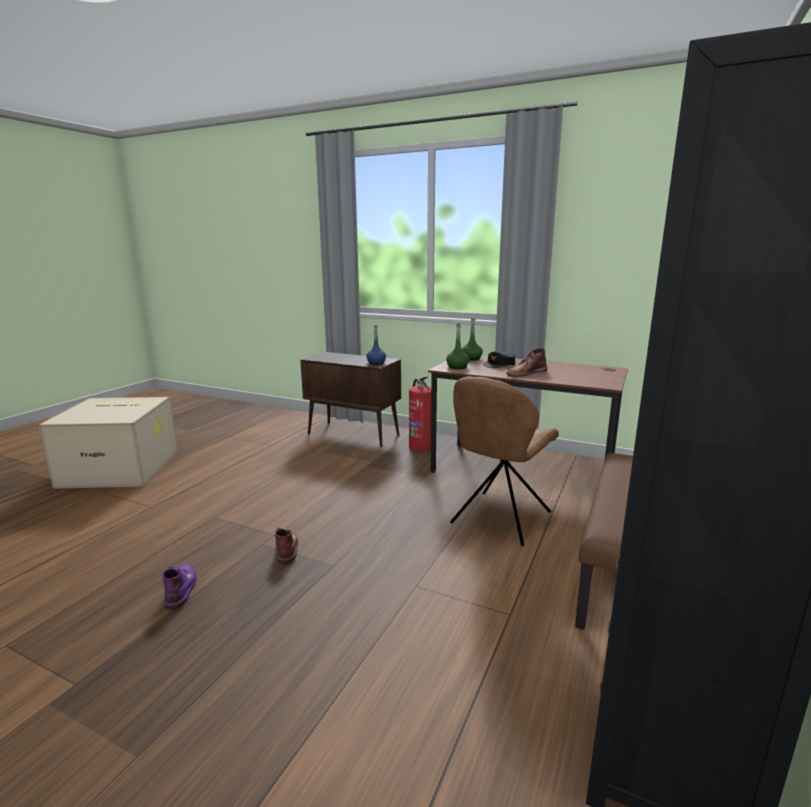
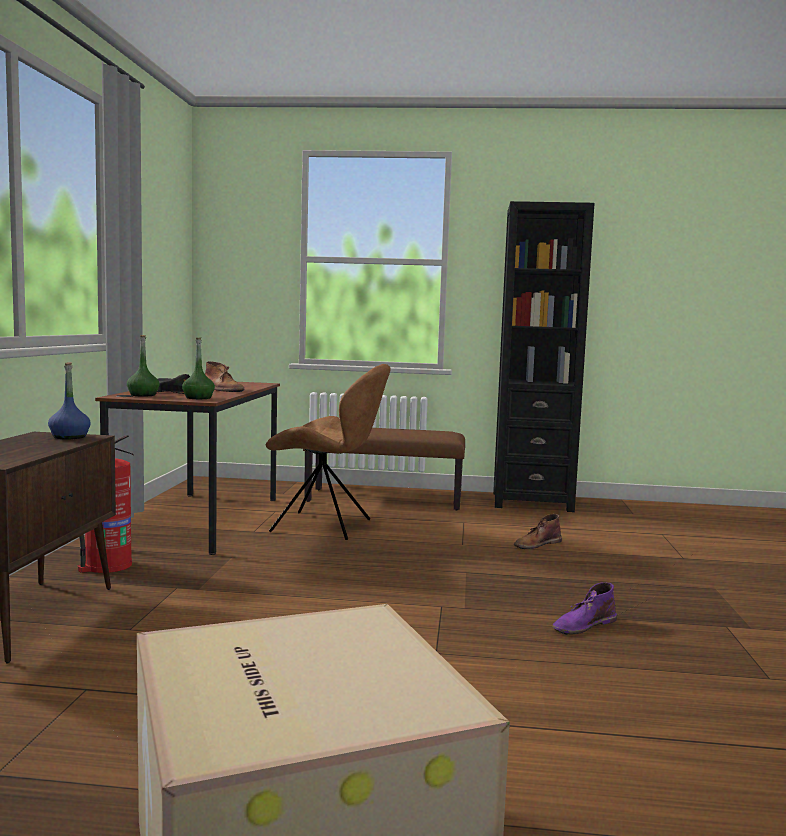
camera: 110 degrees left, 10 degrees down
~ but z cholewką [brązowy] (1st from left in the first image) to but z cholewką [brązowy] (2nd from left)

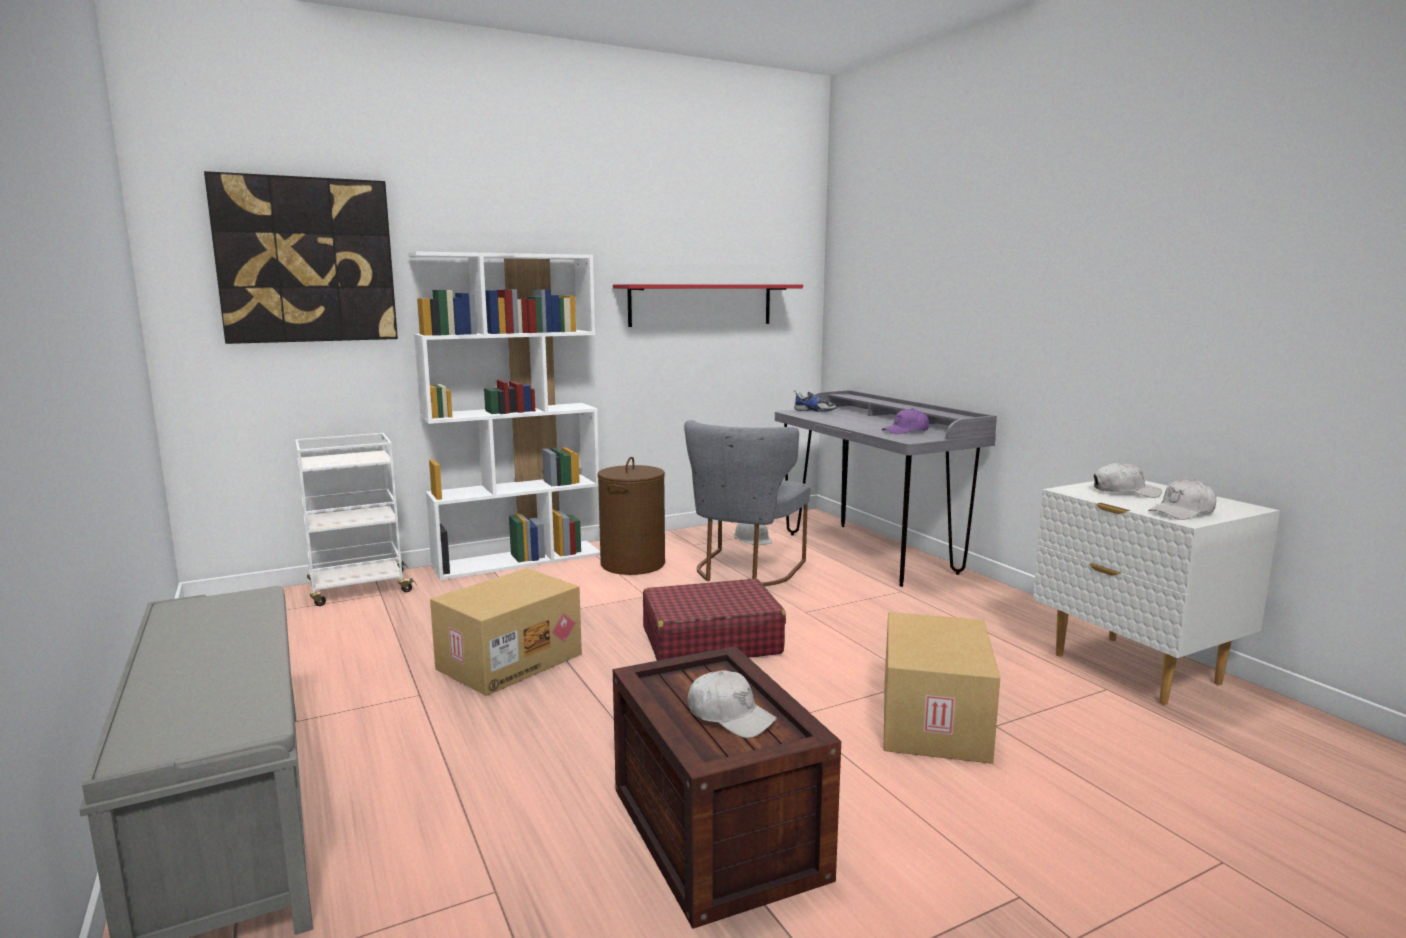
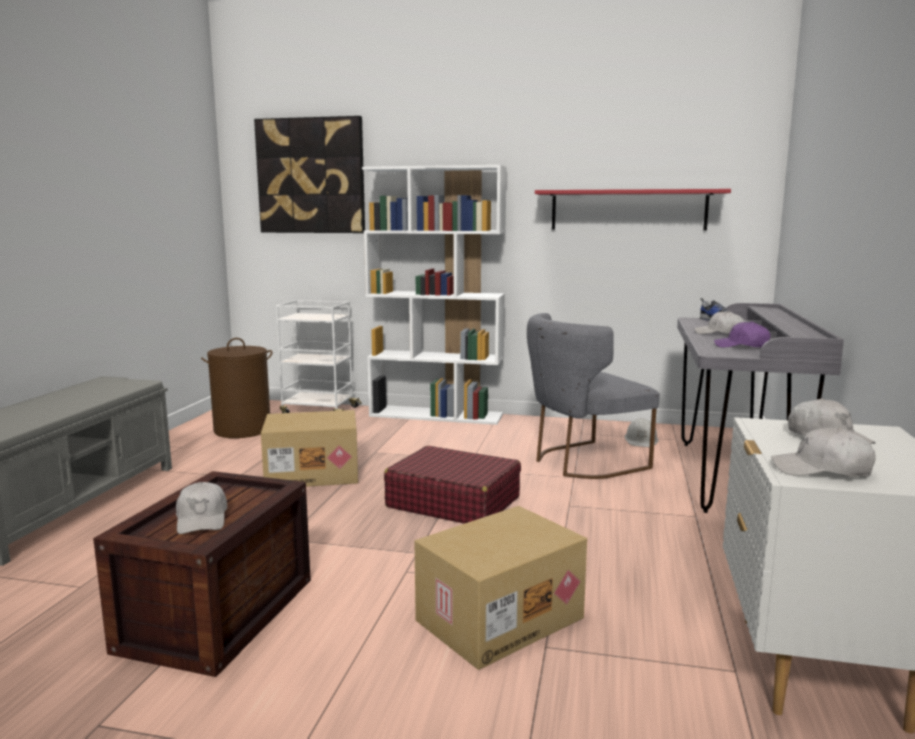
camera: 40 degrees right, 0 degrees up
+ czapka z daszkiem [biały] (2nd from left)
~ kosz na pranie [brązowy]

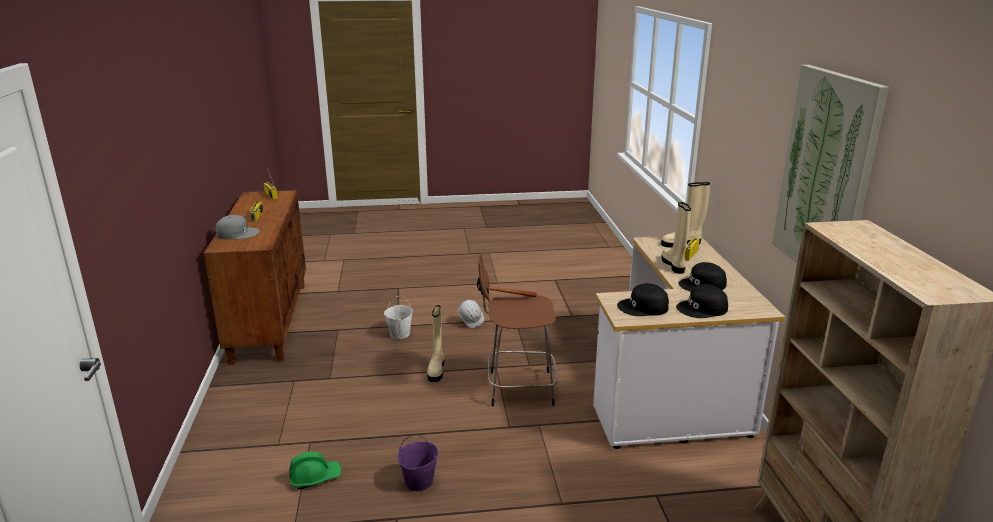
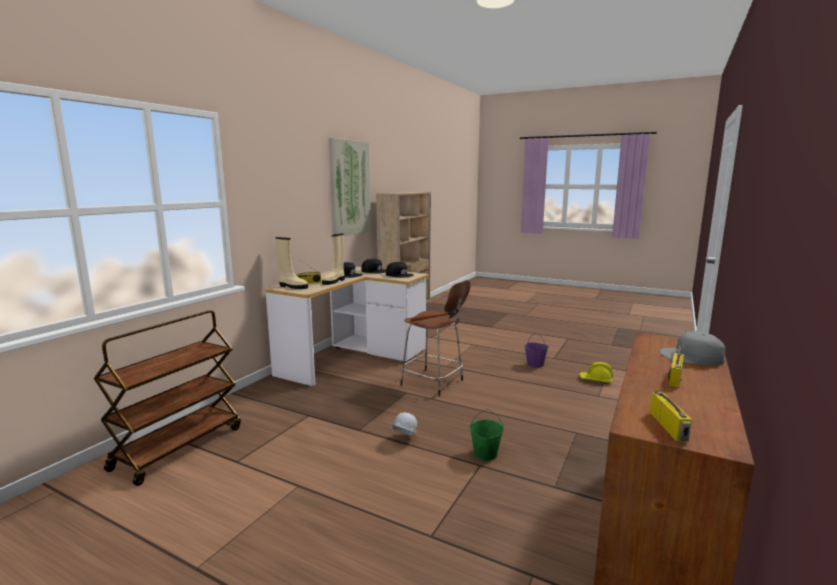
camera: 145 degrees left, 10 degrees down
- but z cholewką [beżowy] (1st from left)
+ wózek [brązowy]
~ kask [zielony] to kask [żółty]
~ wiadro [biały] to wiadro [zielony]

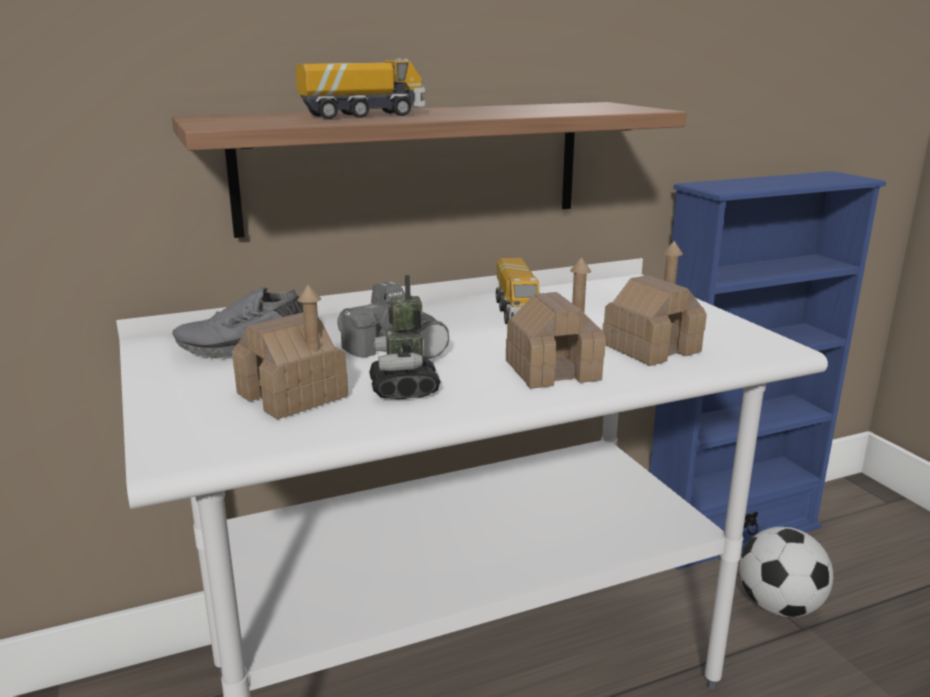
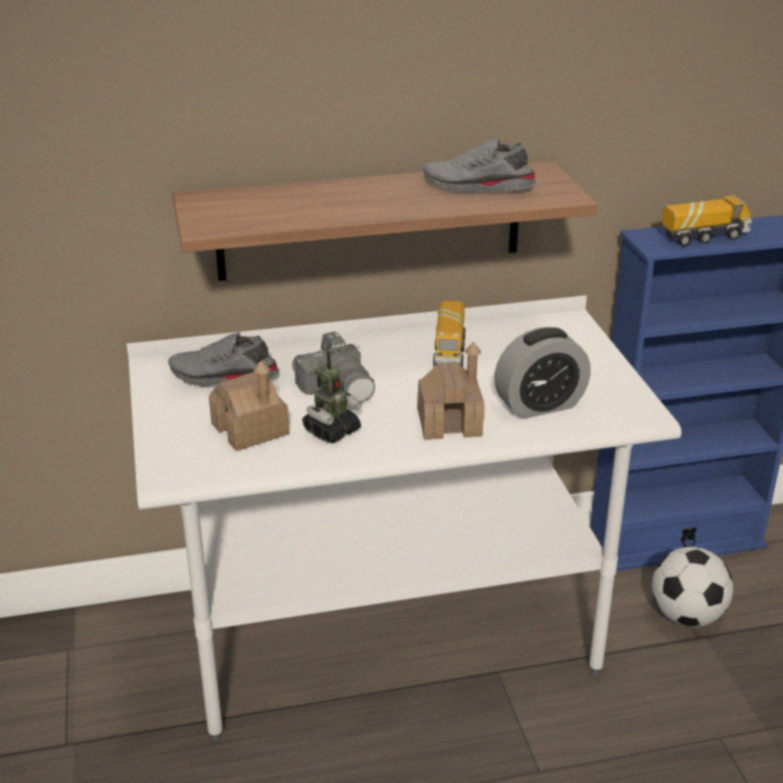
camera: 10 degrees right, 10 degrees up
+ but [szary] (2nd from left)
~ ciężarówka zabawkowa (1st from left in the first image) to ciężarówka zabawkowa (2nd from left)
~ domek (3rd from left) to budzik
~ robot zabawkowy 135 degrees counterclockwise

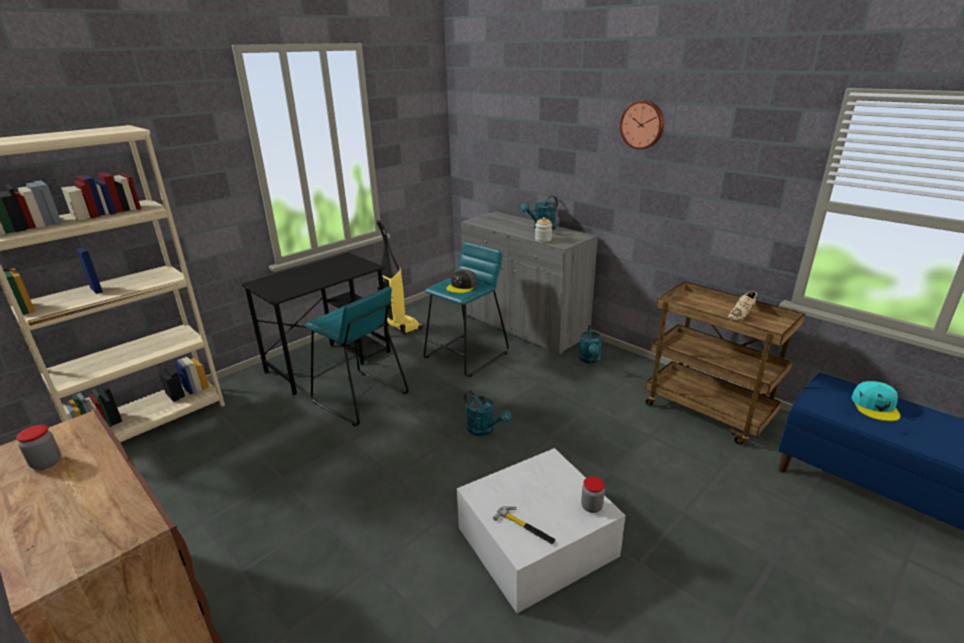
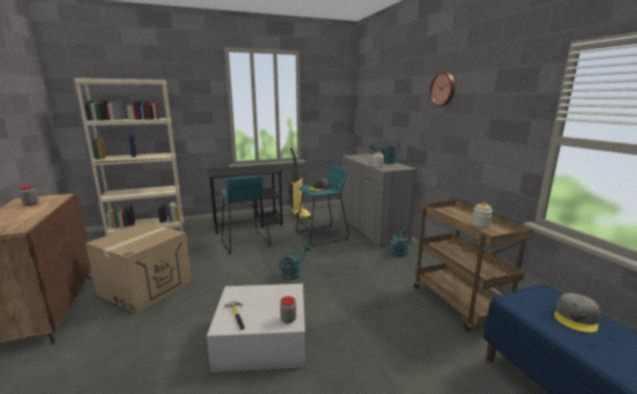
camera: 25 degrees right, 10 degrees down
+ karton
~ but [beżowy] to słoik (4th from left)
~ czapka z daszkiem [turkusowy] to czapka z daszkiem [szary] (2nd from left)
~ konewka [turkusowy] (1st from left) 120 degrees counterclockwise

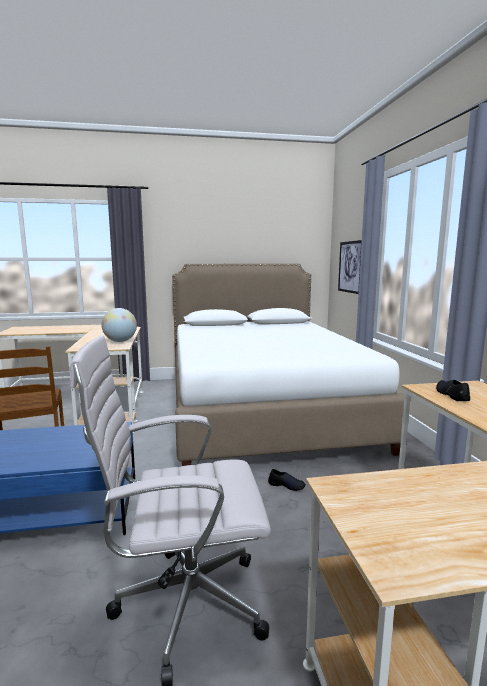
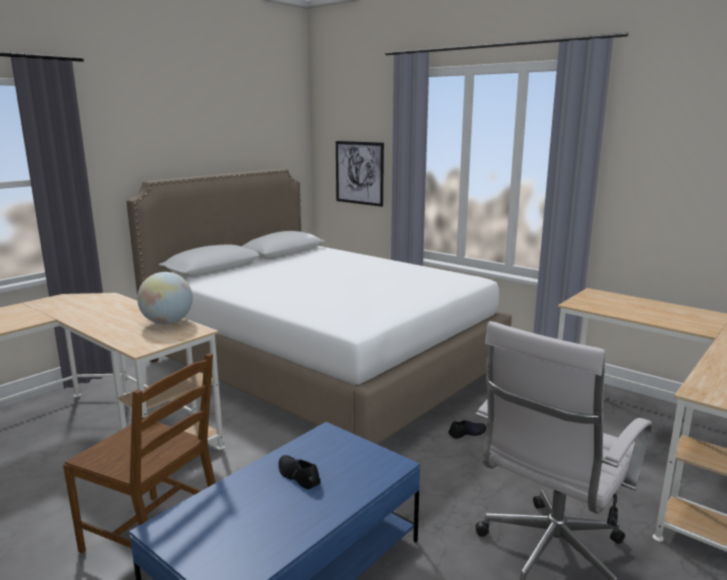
camera: 40 degrees left, 5 degrees up
~ but [czarny] (2nd from left in the first image) to but [czarny] (1st from left)

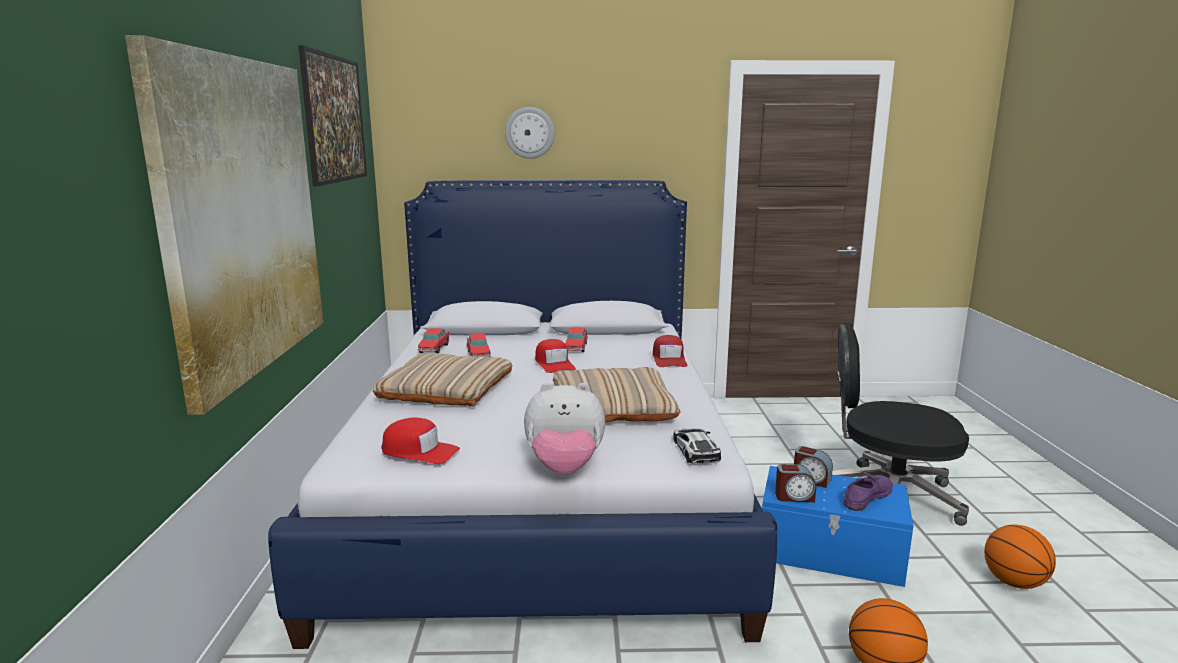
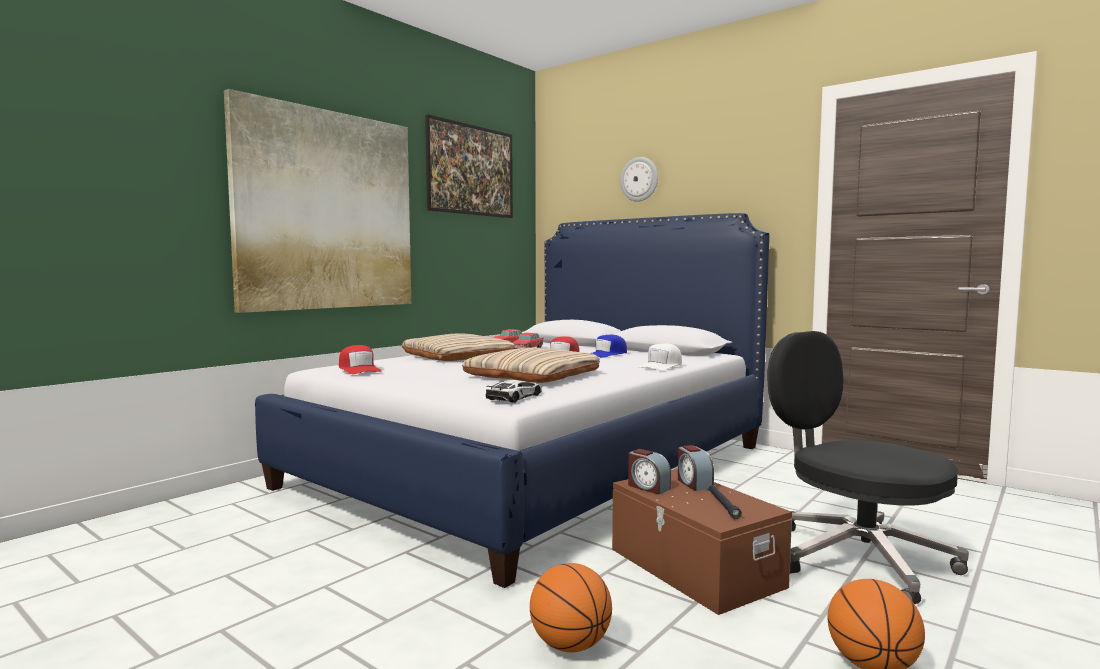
camera: 40 degrees right, 10 degrees down
- pluszak
~ samochodzik (3rd from left) to czapka z daszkiem [niebieski]
~ but [fioletowy] to latarka [czarny]
~ czapka z daszkiem [czerwony] (3rd from left) to czapka z daszkiem [biały]
~ pojemnik do przechowywania [niebieski] to pojemnik do przechowywania [brązowy]

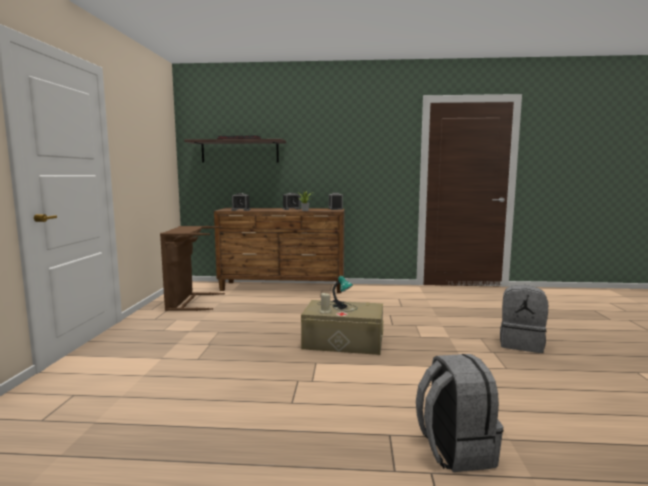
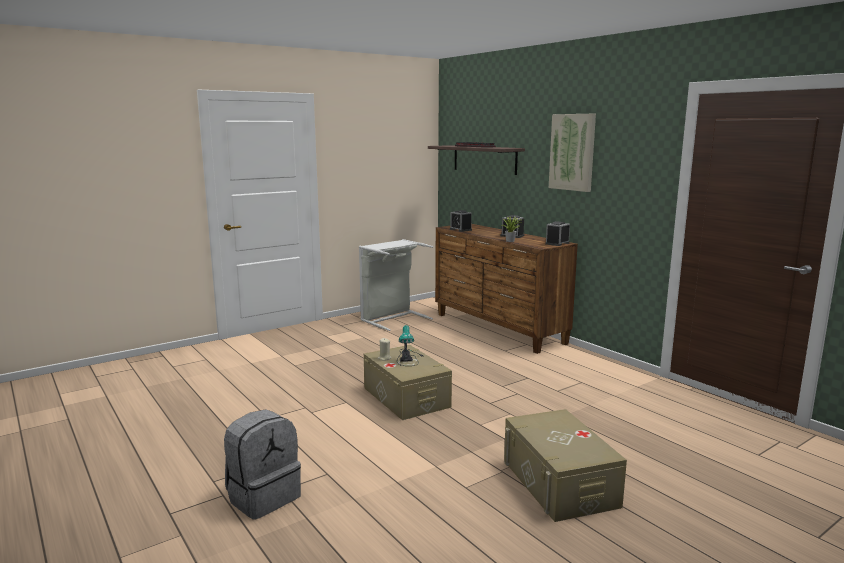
camera: 50 degrees right, 5 degrees up
+ obraz
~ plecak [szary] (2nd from left) to pojemnik do przechowywania [beżowy] (2nd from left)
~ kosz na pranie [brązowy] to kosz na pranie [szary]

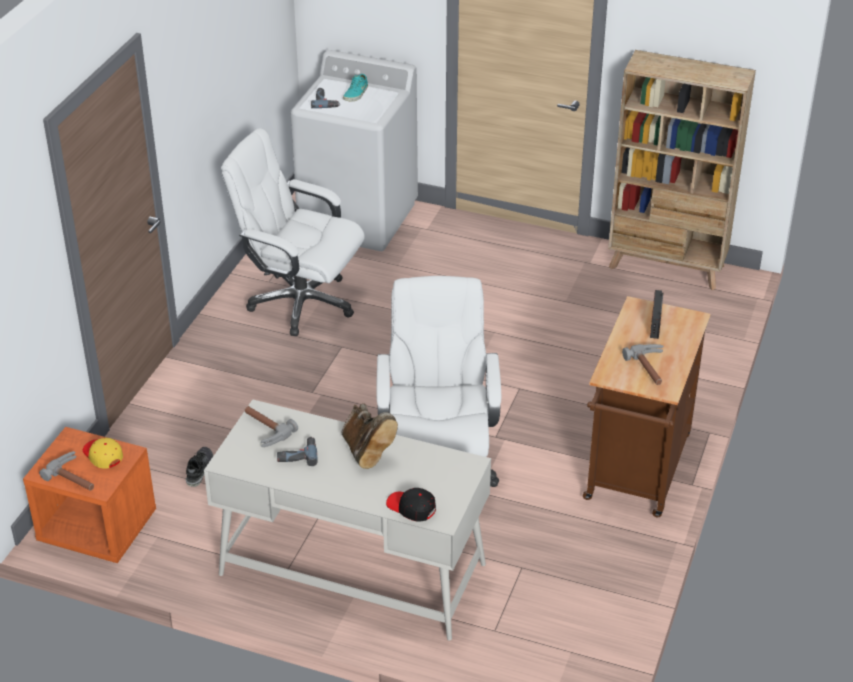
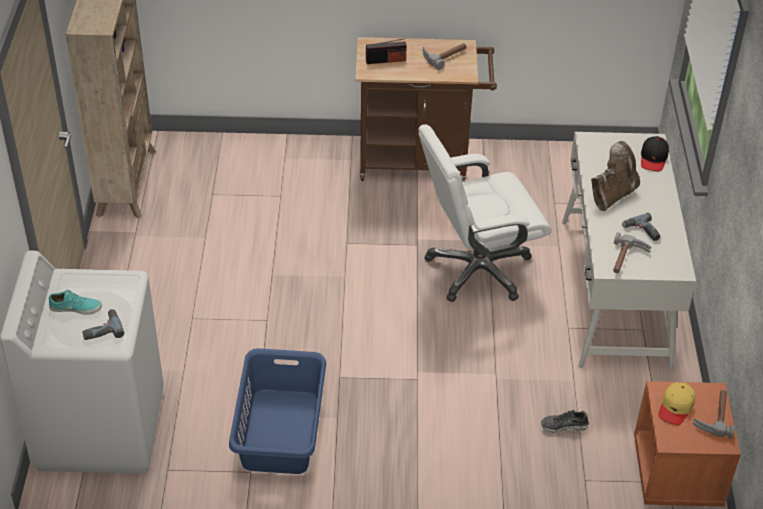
camera: 110 degrees left, 5 degrees up
~ krzesło biurowe [biały] (1st from left) to kosz na pranie [niebieski]

